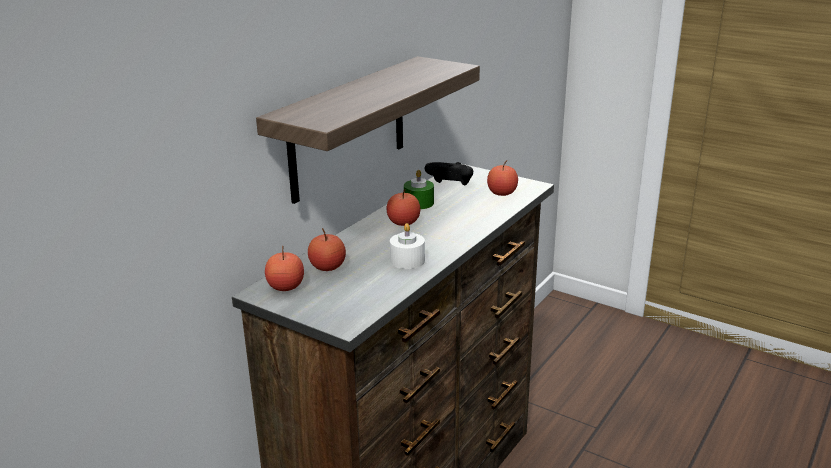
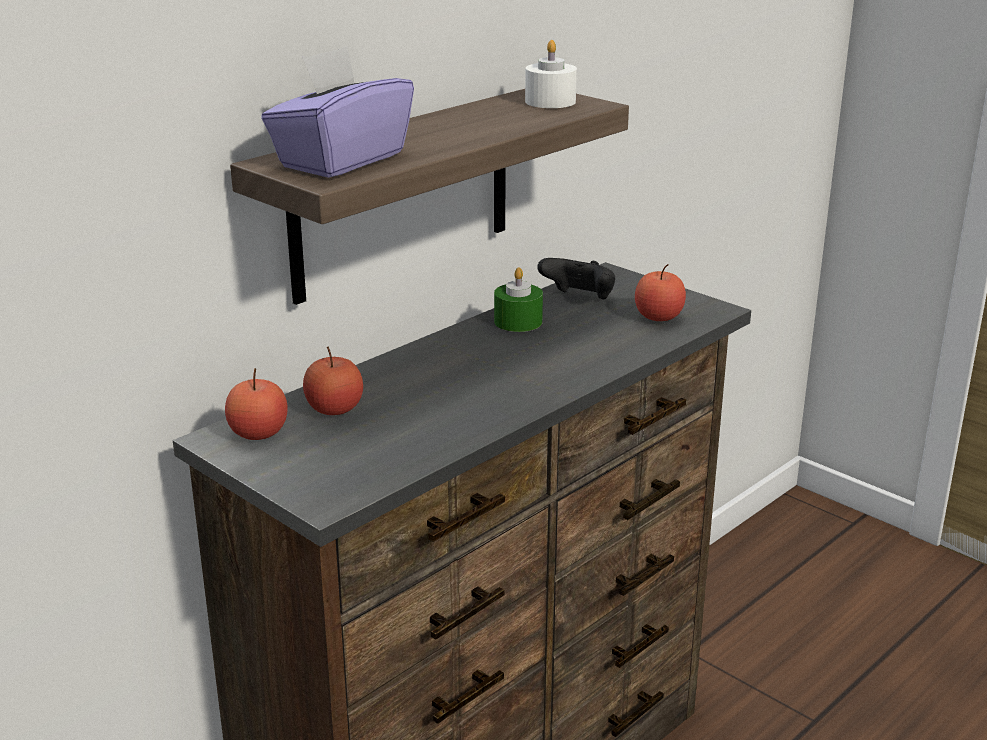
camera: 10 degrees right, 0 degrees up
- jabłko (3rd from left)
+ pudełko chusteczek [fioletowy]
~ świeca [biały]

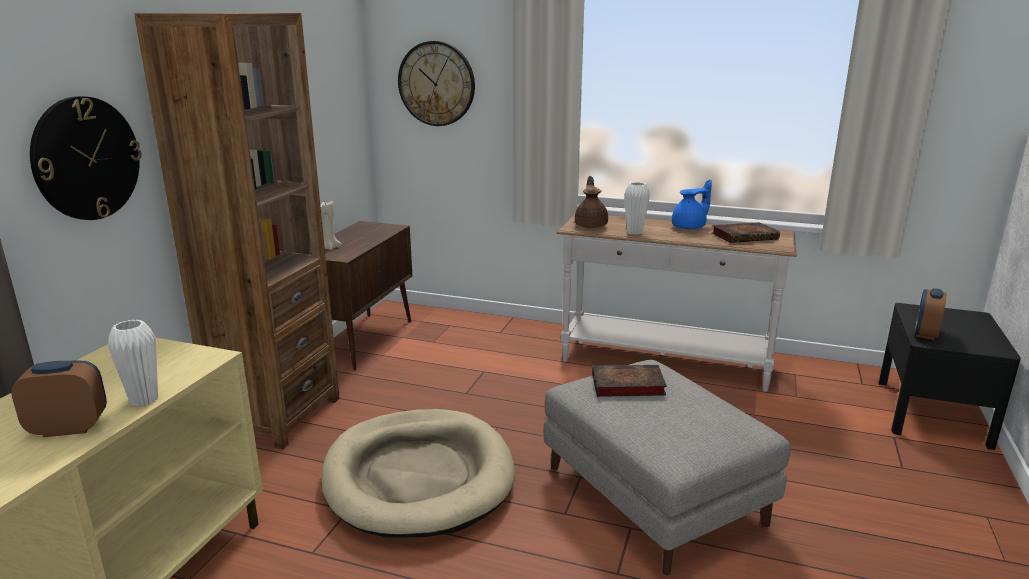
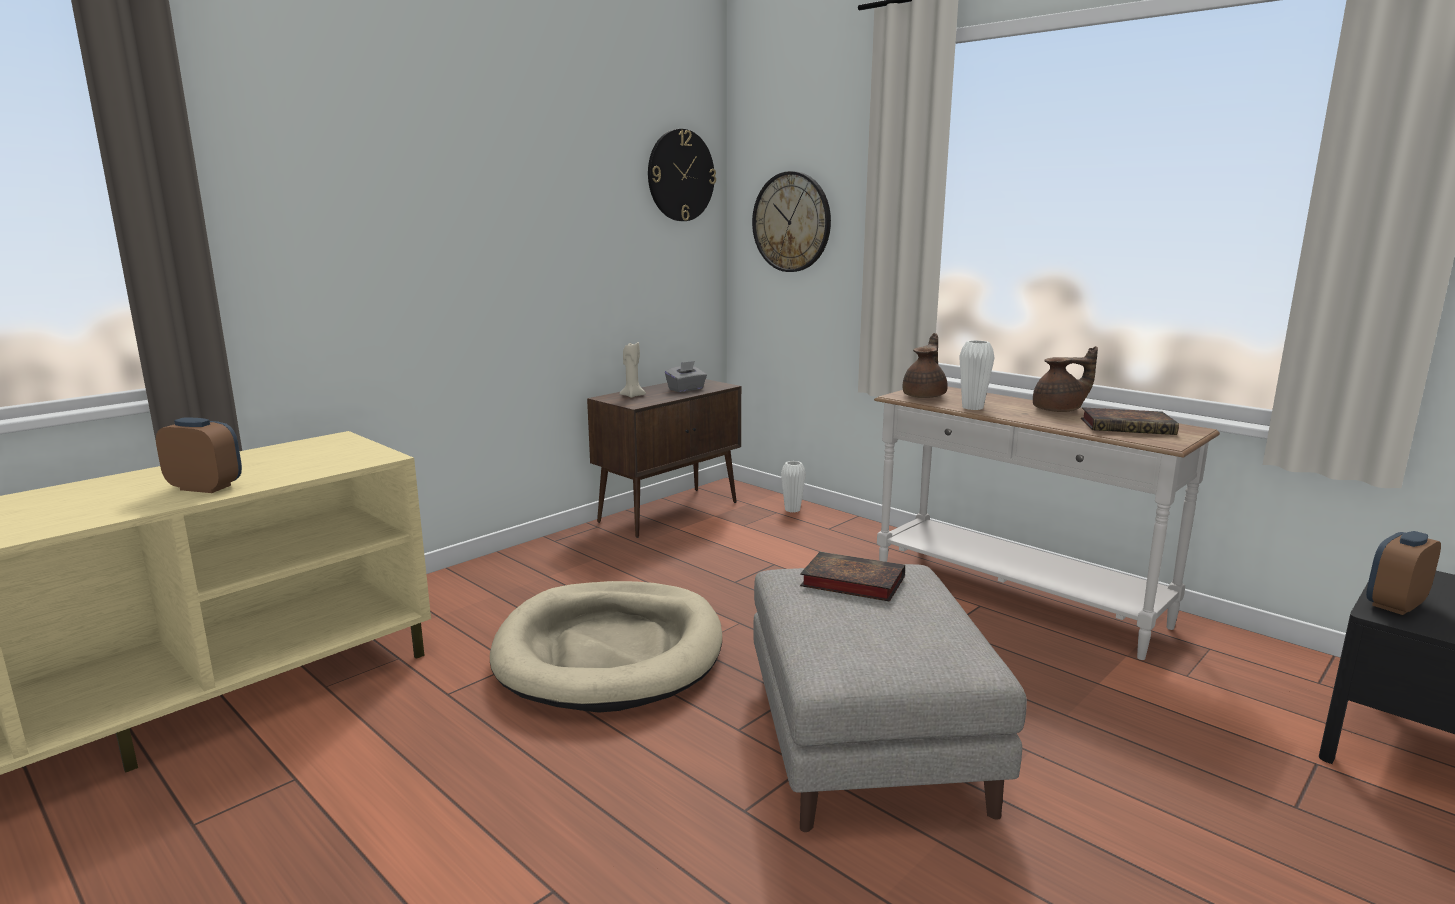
camera: 25 degrees right, 5 degrees down
- regał [brązowy]
+ pudełko chusteczek [szary]
~ zegar ścienny (1st from left)
~ wazon [biały] (1st from left)
~ imbryk [niebieski] to imbryk [brązowy] (2nd from left)

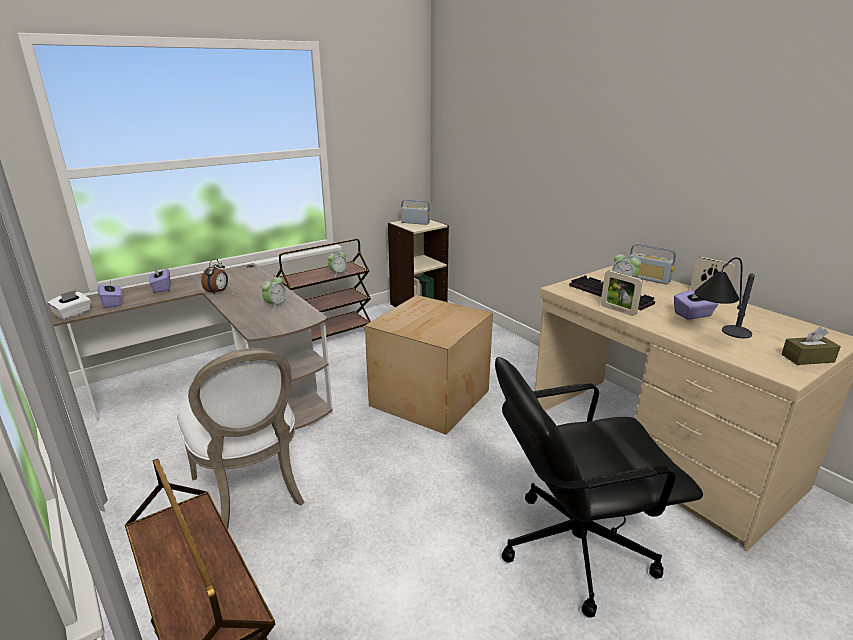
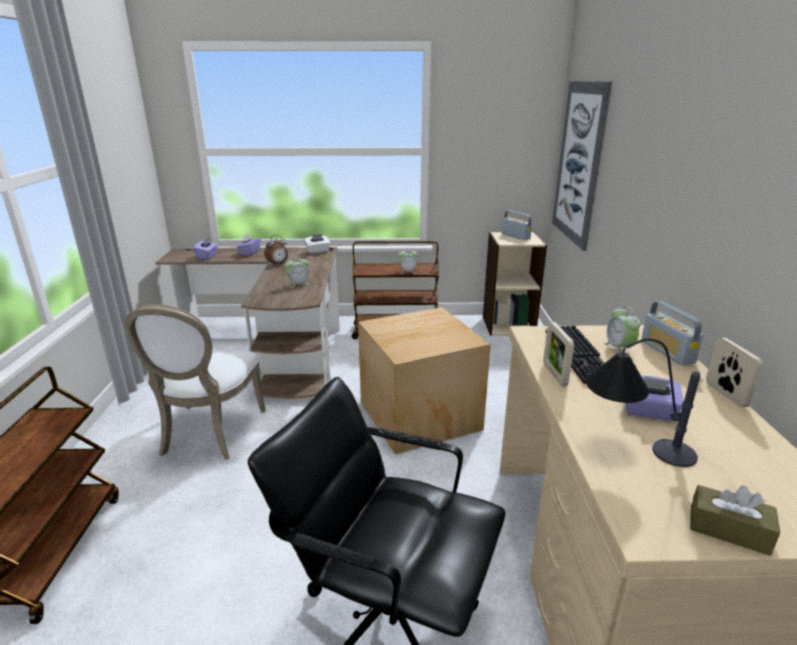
camera: 35 degrees right, 0 degrees up
+ obraz
~ pudełko chusteczek [biały]

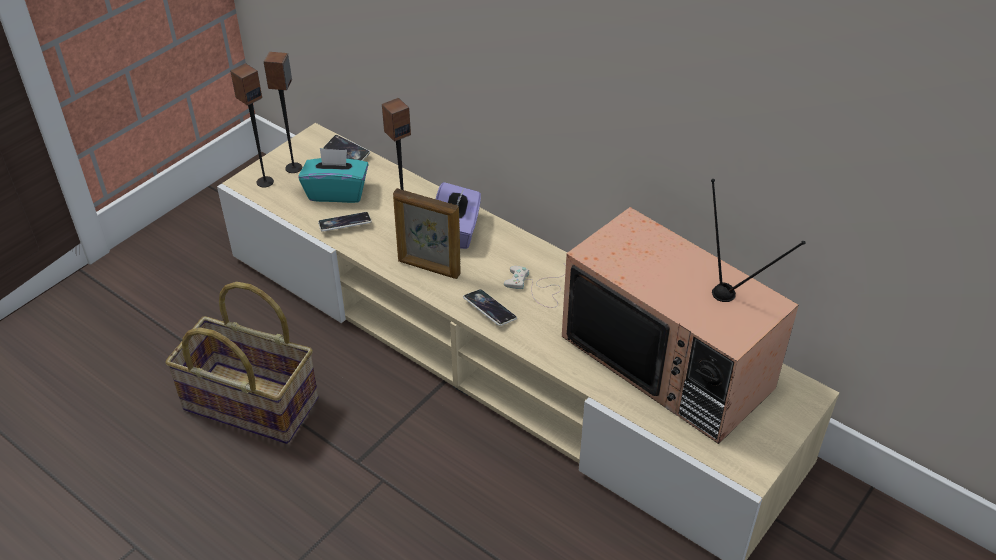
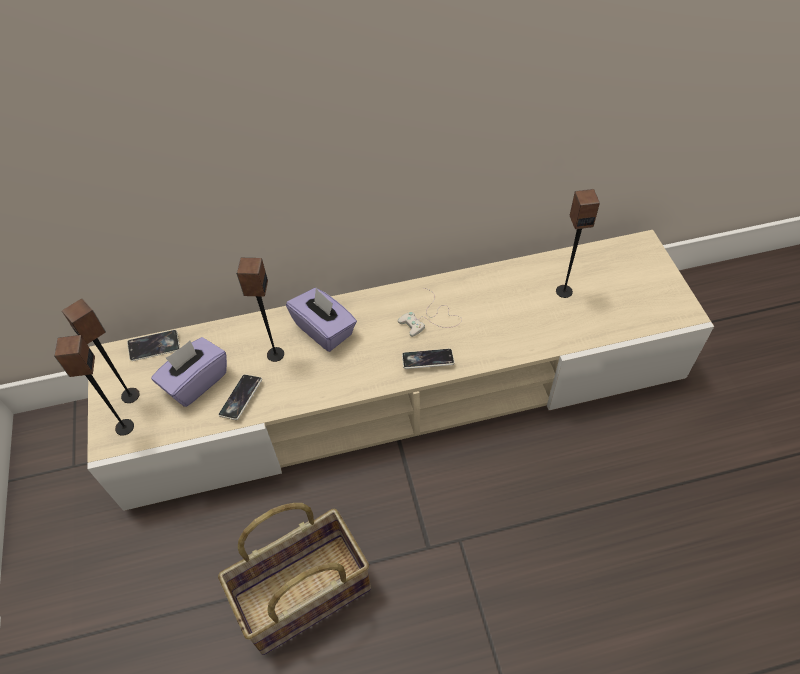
camera: 50 degrees left, 10 degrees up
- ramka na zdjęcie
~ telewizor to głośnik (4th from left)
~ pudełko chusteczek [turkusowy] to pudełko chusteczek [fioletowy] (1st from left)

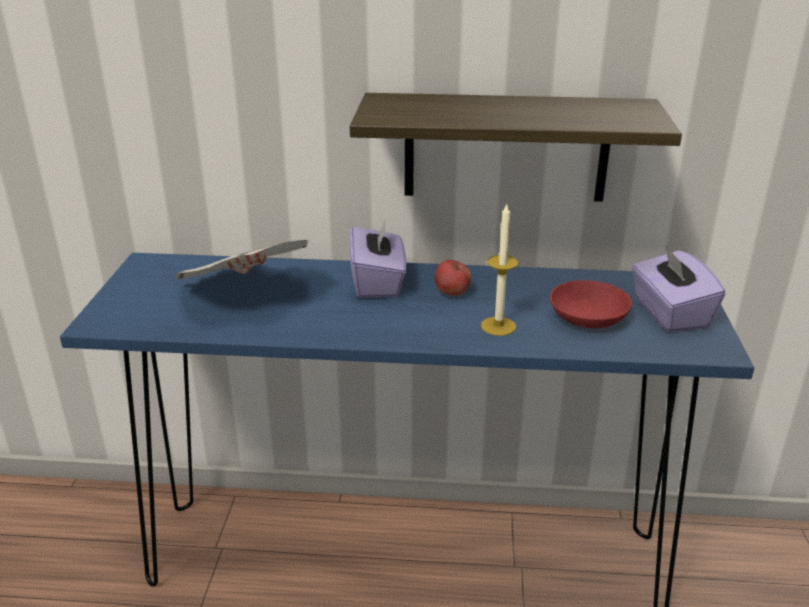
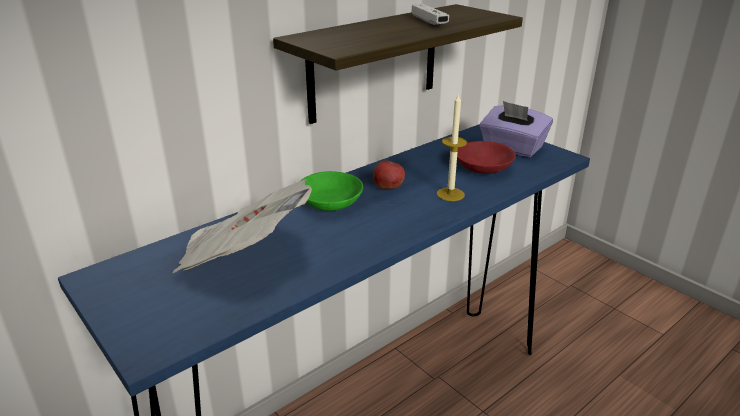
camera: 45 degrees left, 0 degrees up
+ pad do gier [biały]
~ pudełko chusteczek [fioletowy] (1st from left) to miska [zielony]

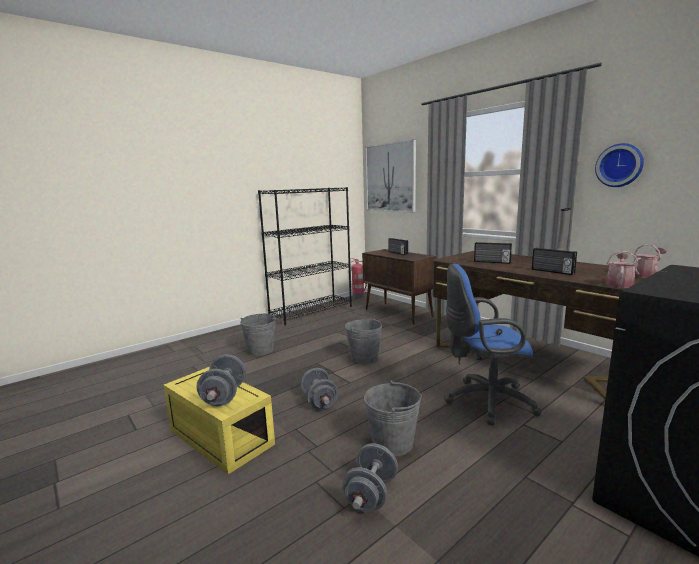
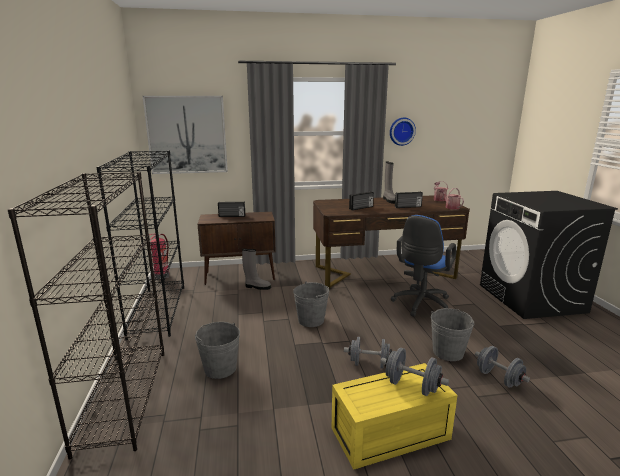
camera: 60 degrees left, 5 degrees up
+ regał [czarny] (1st from left)
+ but z cholewką [szary] (1st from left)

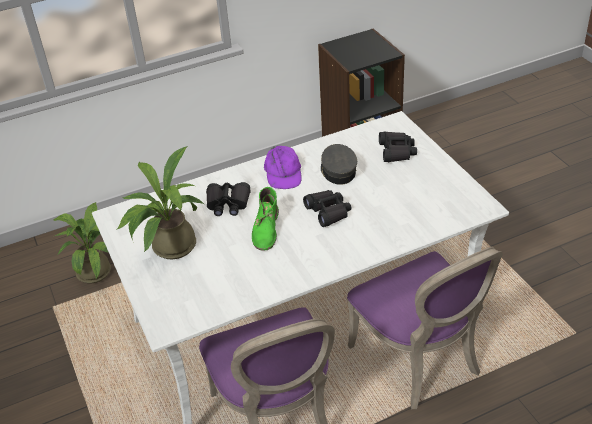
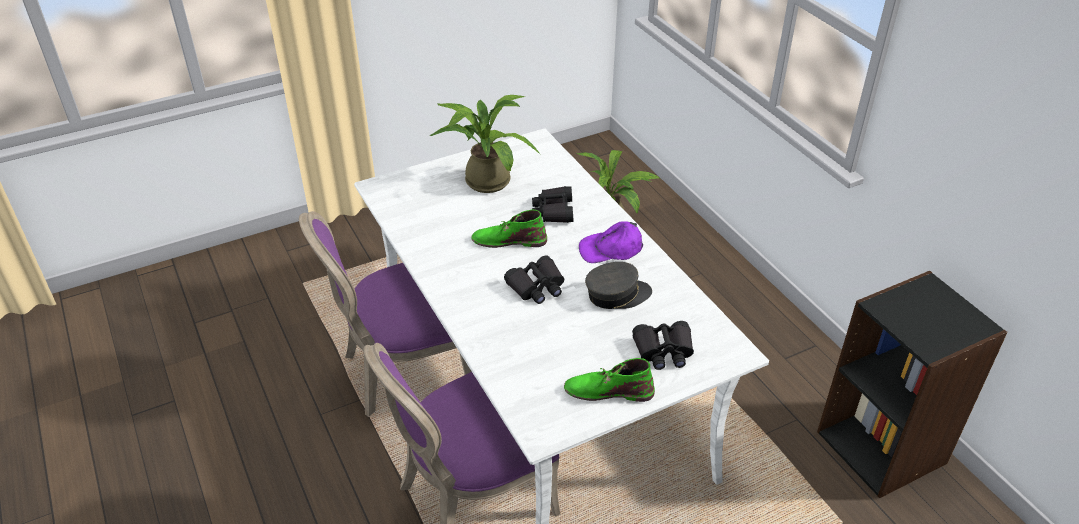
camera: 85 degrees right, 0 degrees up
+ but z cholewką [zielony] (2nd from left)

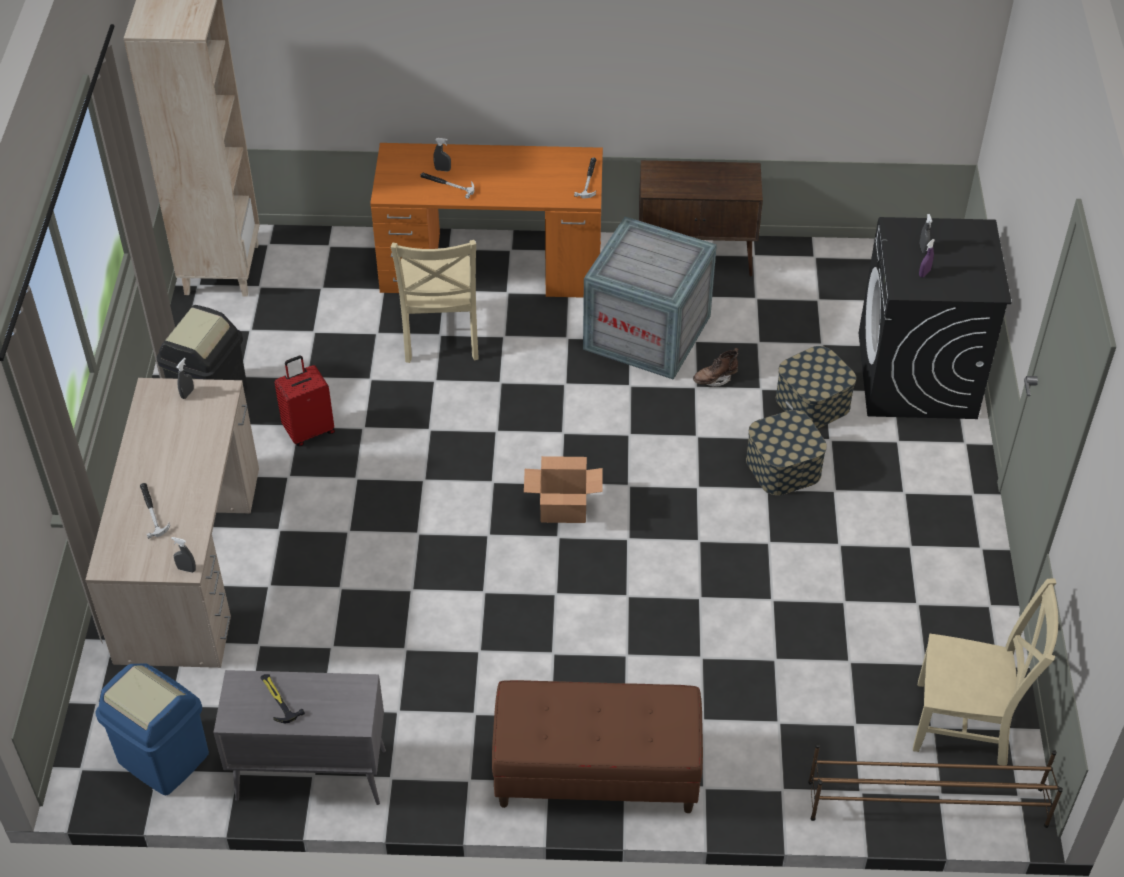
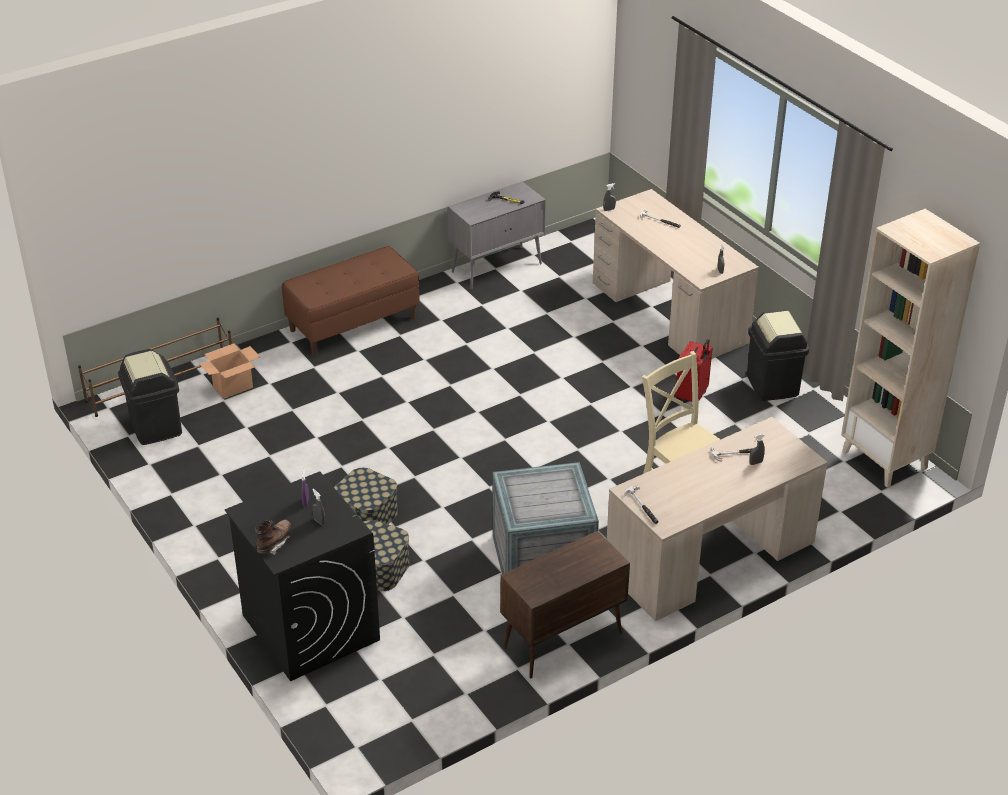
camera: 145 degrees right, 10 degrees down
- kosz na śmieci [niebieski]
~ karton
~ but z cholewką [brązowy]
~ krzesło [beżowy] (2nd from left) to kosz na śmieci [czarny] (1st from left)
~ biurko [pomarańczowy] to biurko [beżowy] (2nd from left)

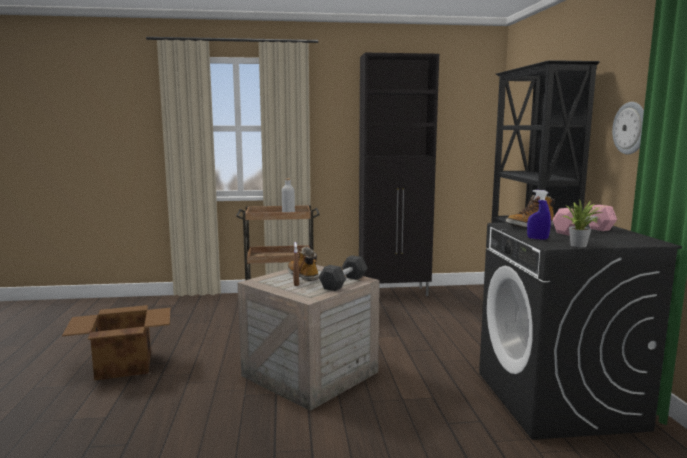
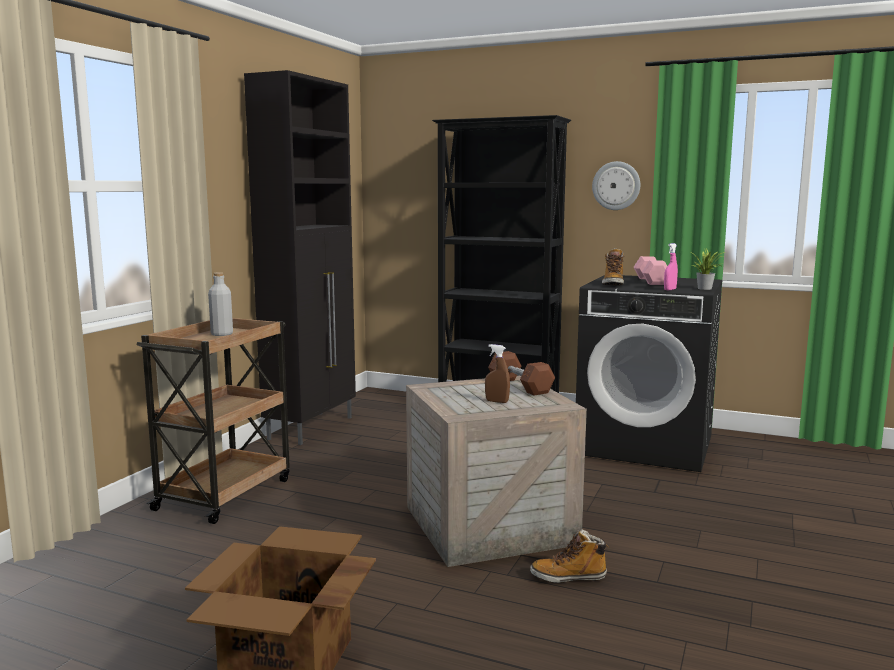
camera: 60 degrees left, 0 degrees up
~ but z cholewką (1st from left)
~ hantel [szary] to hantel [brązowy]
~ spryskiwacz [niebieski] to spryskiwacz [różowy]

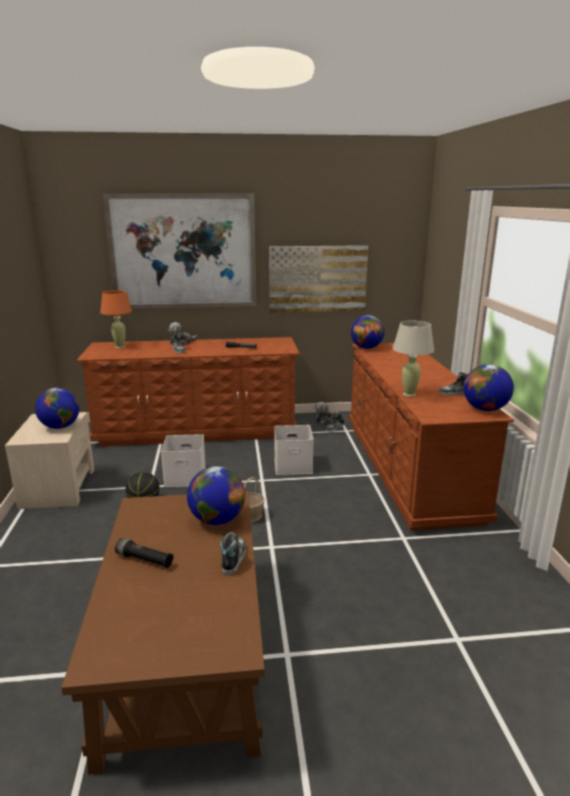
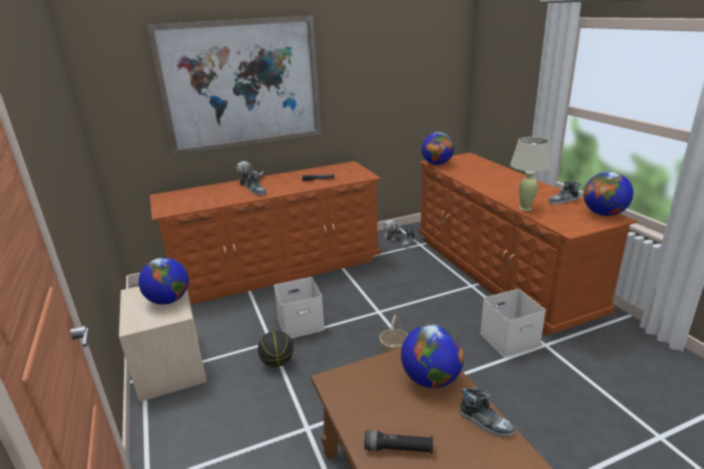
camera: 15 degrees left, 5 degrees up
- lampa stołowa [pomarańczowy]
- obraz (2nd from left)
~ pojemnik do przechowywania [biały] (2nd from left)
~ but (2nd from left in the first image) 135 degrees clockwise

